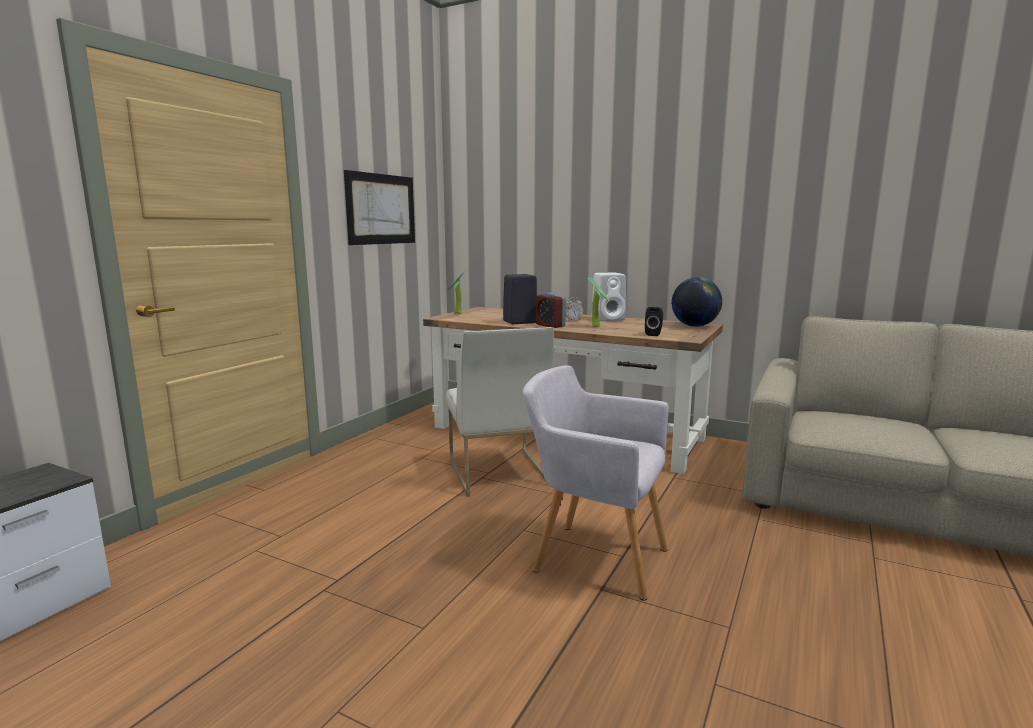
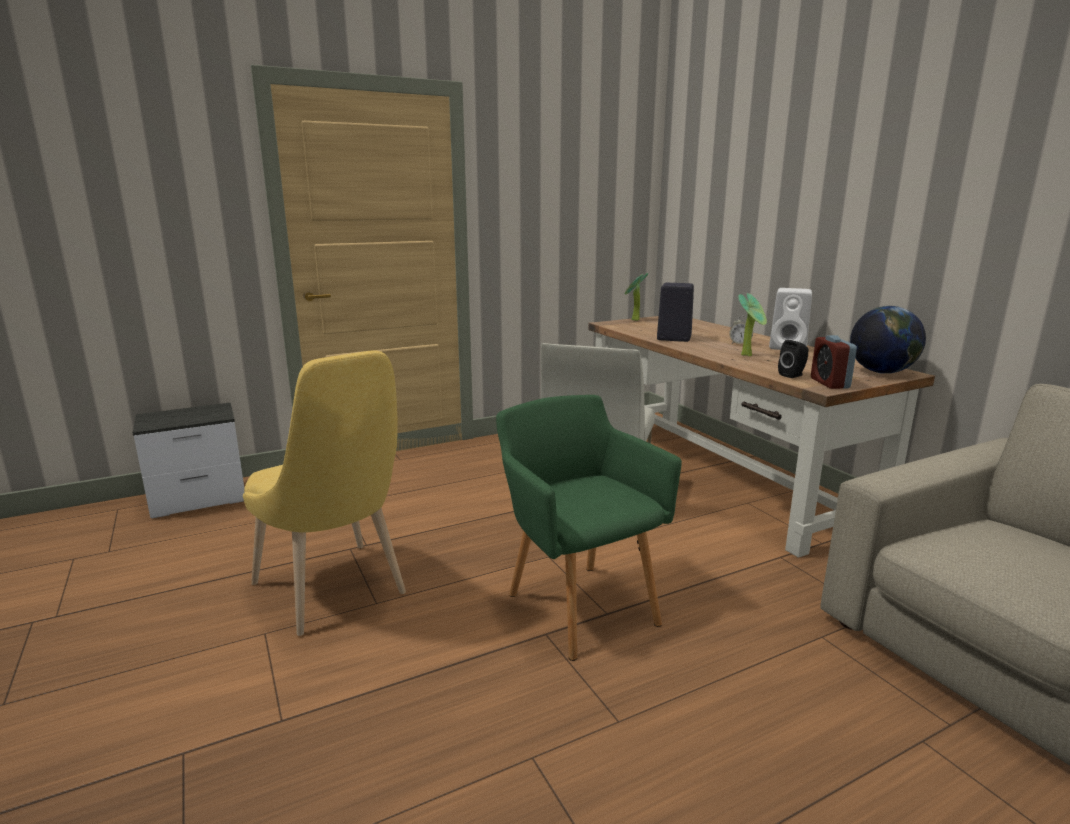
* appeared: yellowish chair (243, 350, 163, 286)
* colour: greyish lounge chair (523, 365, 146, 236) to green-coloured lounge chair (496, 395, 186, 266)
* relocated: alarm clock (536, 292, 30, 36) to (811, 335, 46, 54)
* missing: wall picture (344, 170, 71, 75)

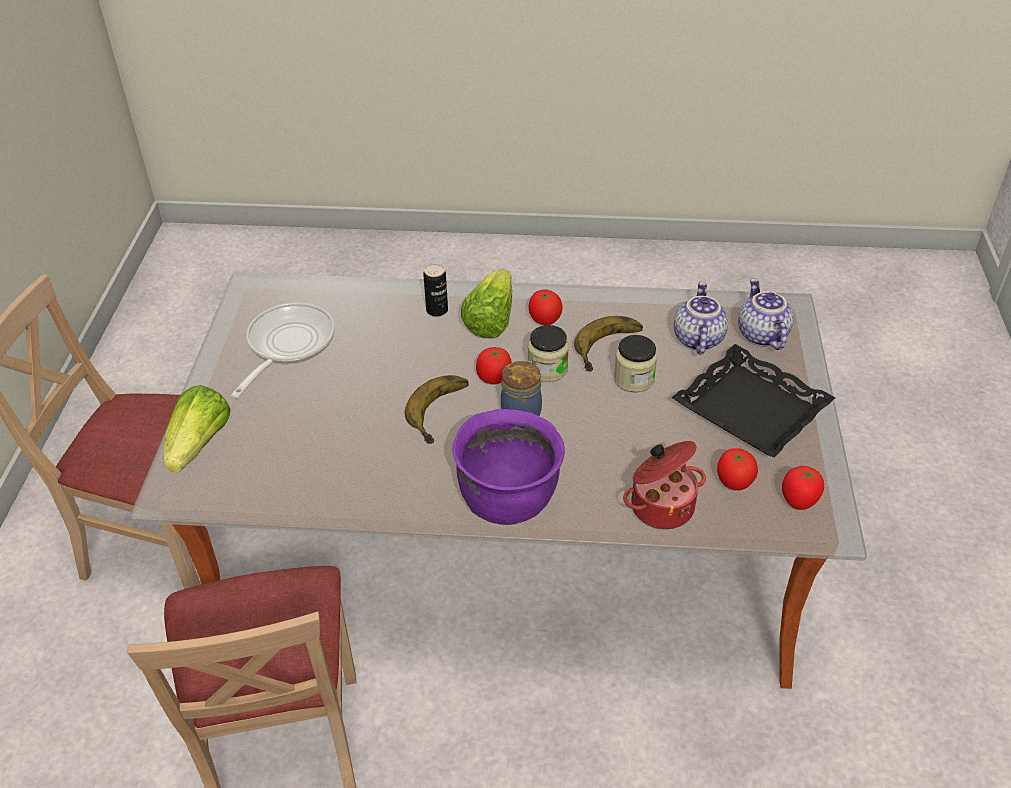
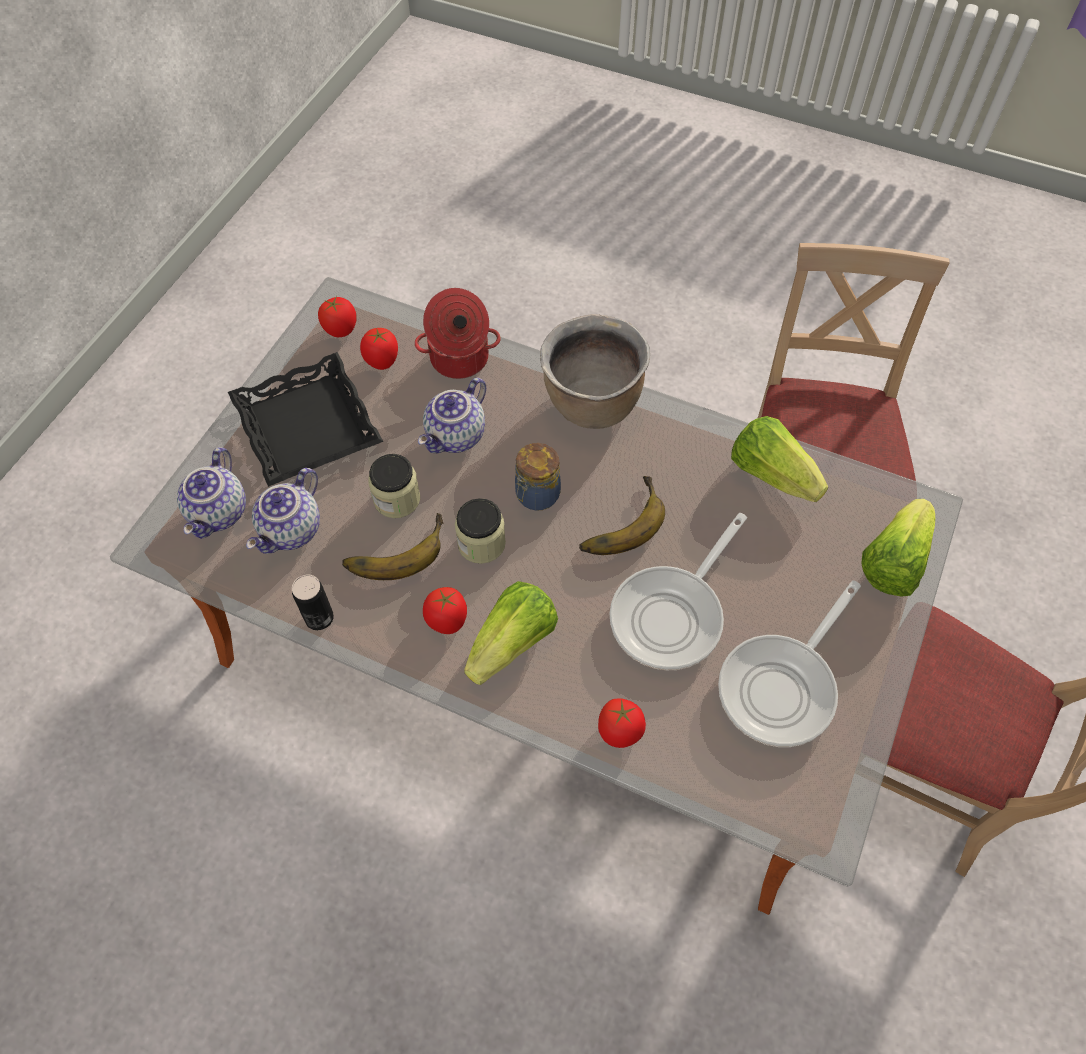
* relocated: metal can (423, 264, 25, 53) to (292, 574, 42, 56)
* appeared: tea pot (418, 378, 68, 75)
* colour: purple-coloured saucepot (452, 409, 113, 116) to brown saucepot (540, 314, 110, 115)
* relocated: fresh tomato (476, 347, 36, 37) to (598, 698, 48, 50)
* appeared: pan (610, 513, 137, 157)
* appeared: lettuce head (731, 416, 97, 86)

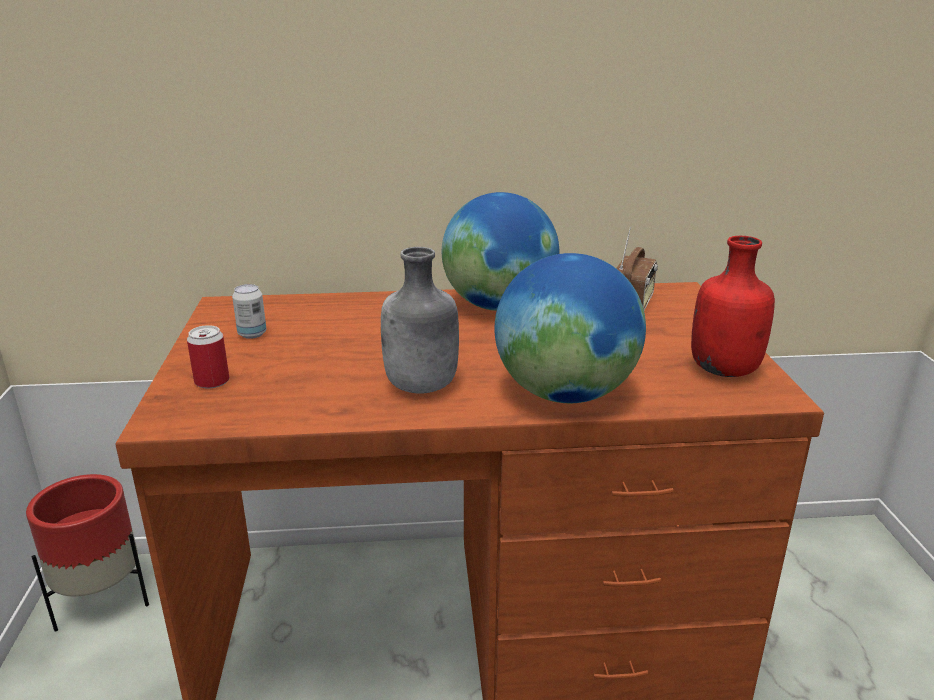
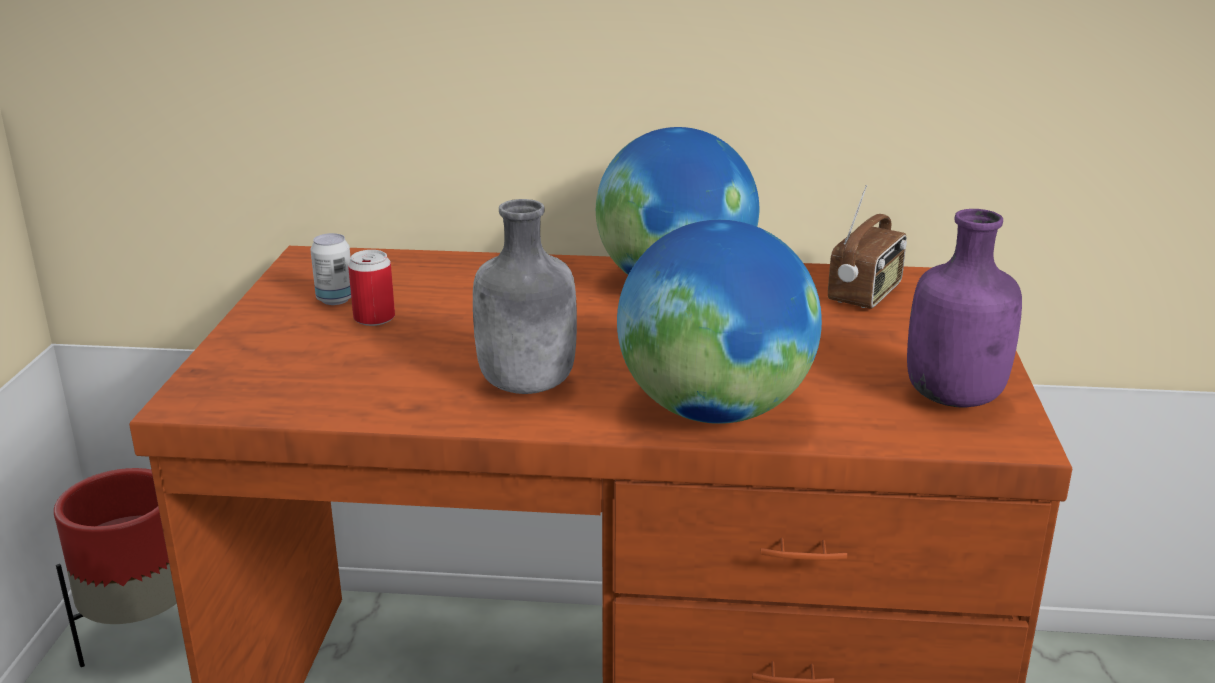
* relocated: metal can (187, 325, 42, 64) to (348, 250, 47, 76)
* colour: reddish beverage bottle (691, 236, 84, 141) to purple-coloured beverage bottle (907, 209, 115, 198)

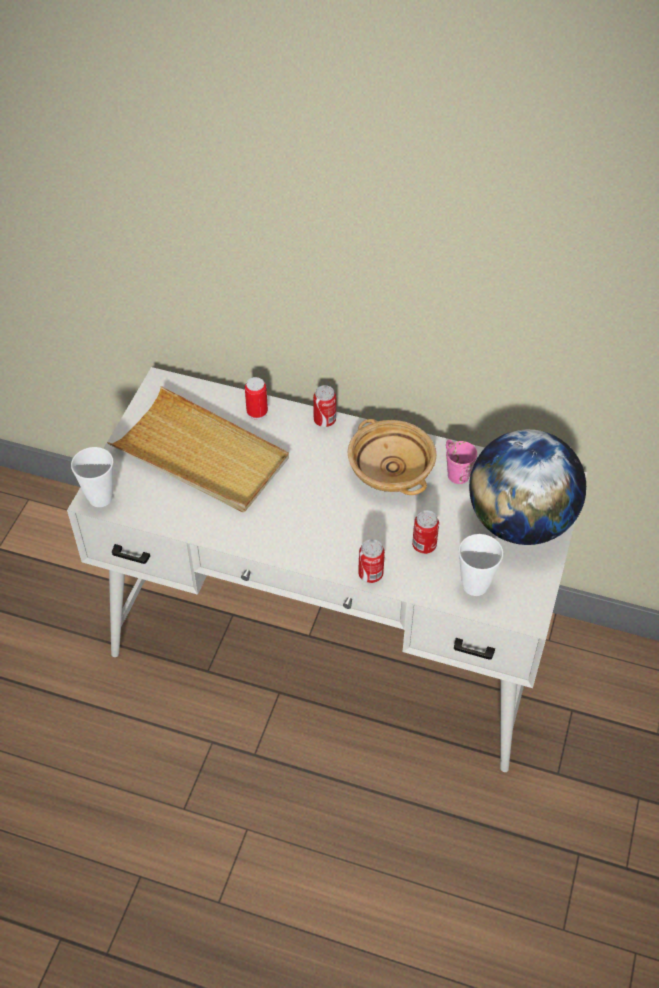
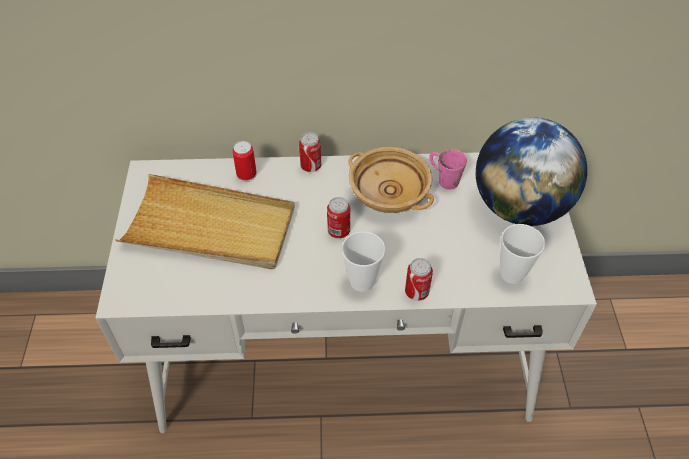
* relocated: metal can (412, 510, 27, 44) to (327, 197, 23, 41)
* relocated: cup (71, 447, 42, 60) to (342, 231, 43, 61)

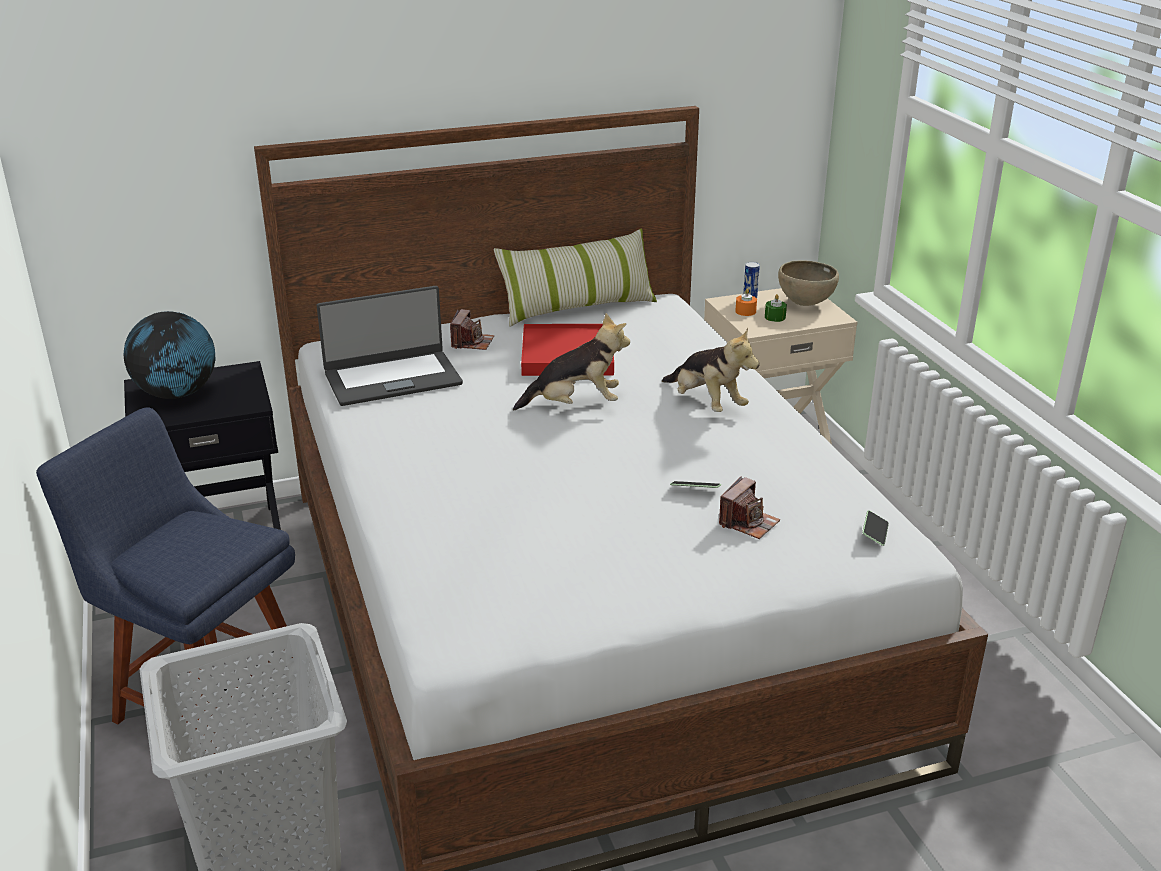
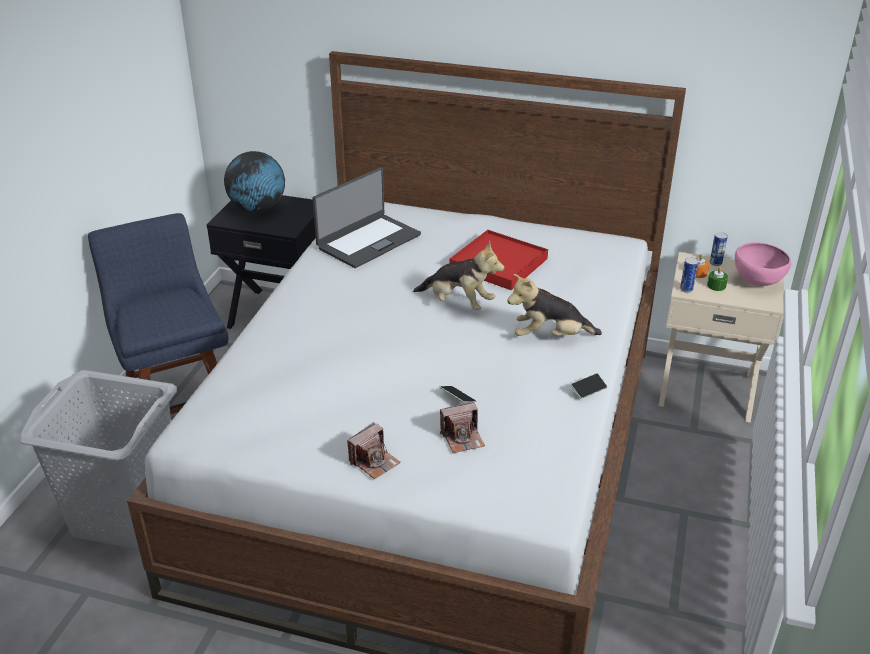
* spun: laptop (317, 286, 146, 120) = (313, 167, 108, 101) 60 degrees counterclockwise
* relocated: photo camera (450, 309, 44, 41) to (347, 422, 54, 57)
* spun: cuddly toy (662, 328, 98, 84) = (507, 274, 95, 62) 90 degrees clockwise
* relocated: telephone (862, 511, 27, 35) to (571, 373, 36, 26)
* appeared: metal can (680, 257, 18, 36)
* colour: brown serving bowl (778, 260, 61, 46) to pinkish serving bowl (735, 242, 56, 44)
* missing: cushion (494, 228, 163, 99)

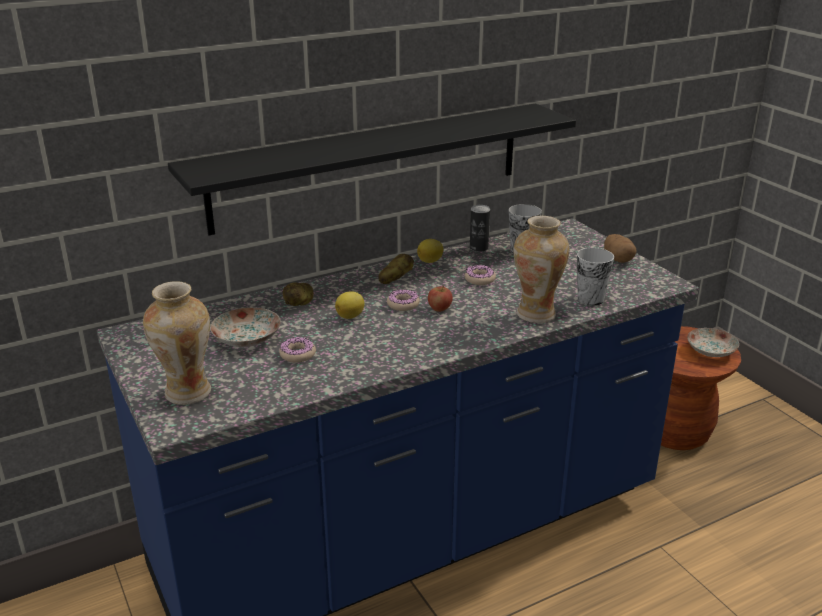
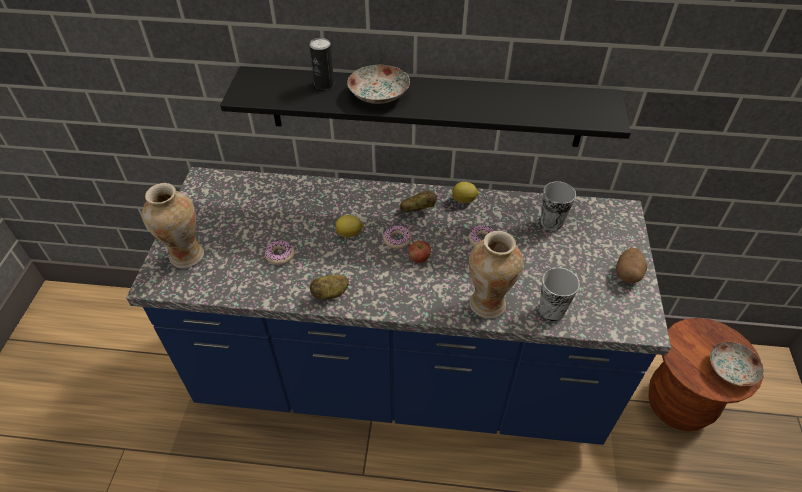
* relocated: metal can (470, 205, 20, 47) to (309, 38, 25, 52)
* relocated: potato (282, 283, 32, 23) to (310, 275, 39, 25)
* relocated: plate (210, 307, 71, 40) to (347, 65, 63, 39)

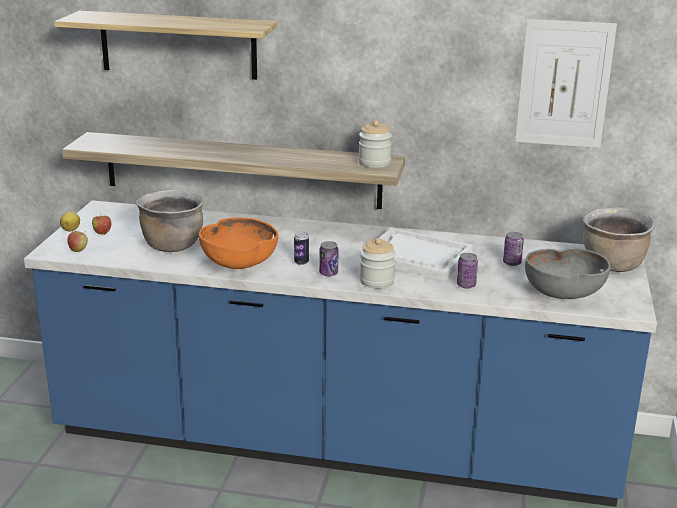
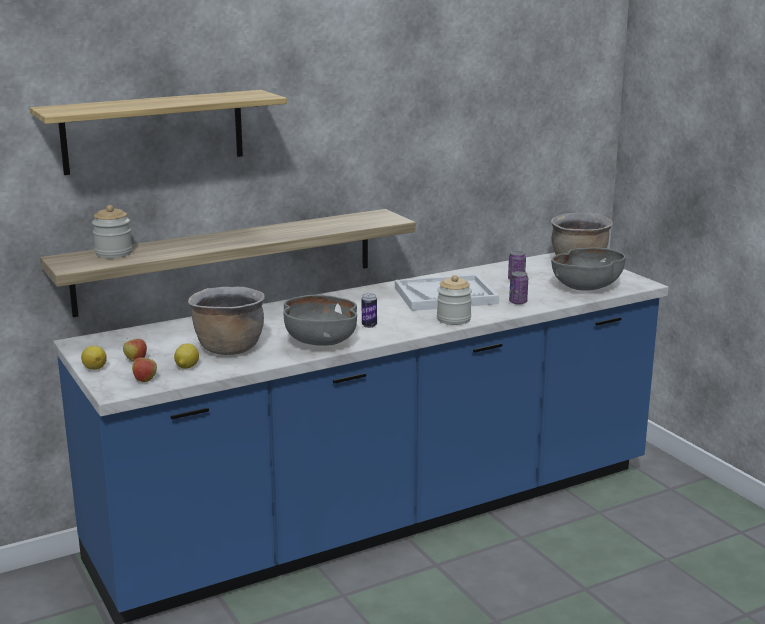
* relocated: storage jar (359, 120, 33, 48) to (92, 205, 40, 53)
* appeared: citrus fruit (174, 344, 25, 25)
* colour: orangey serving bowl (199, 217, 80, 52) to greyish serving bowl (283, 295, 74, 51)
* missing: metal can (319, 241, 19, 35)
* missing: wall picture (515, 19, 102, 129)

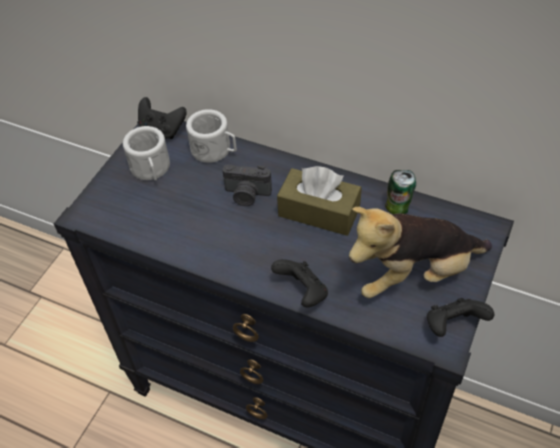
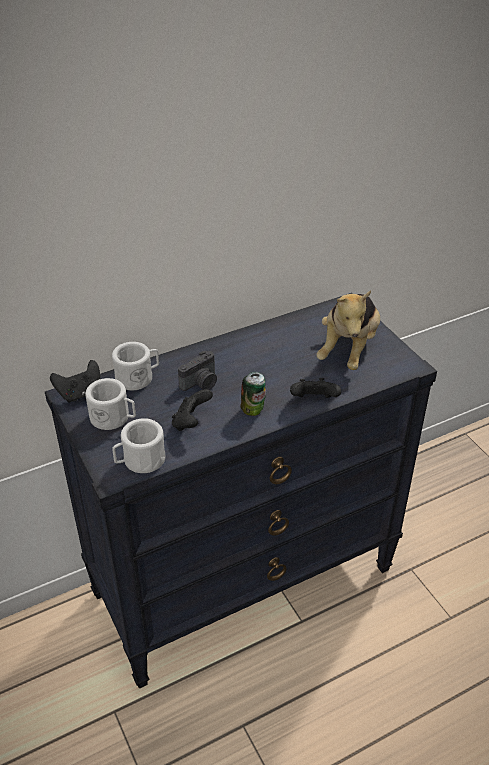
* appeared: white mug (112, 418, 53, 55)
* relocated: black-coloured game controller (427, 298, 67, 39) to (172, 389, 41, 42)
* relocated: metal can (385, 170, 31, 44) to (241, 372, 25, 44)
* missing: brown tissue box (277, 166, 85, 70)

